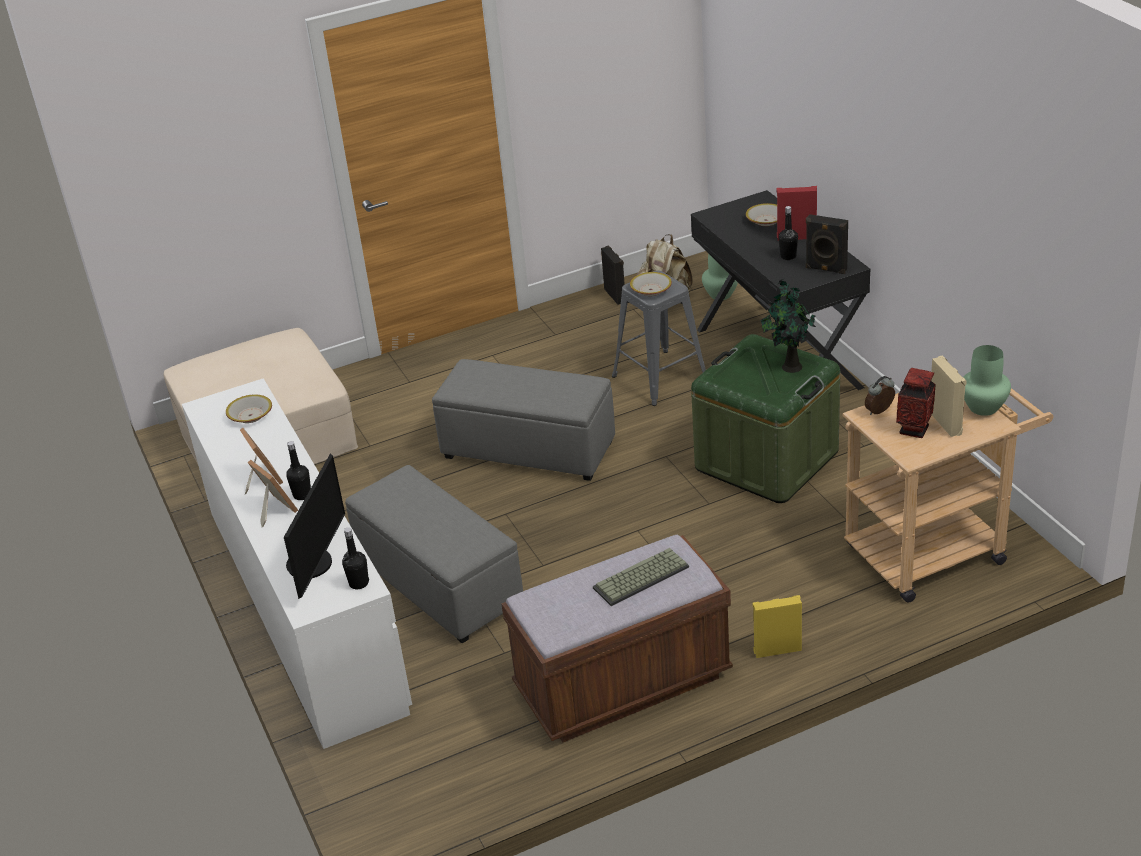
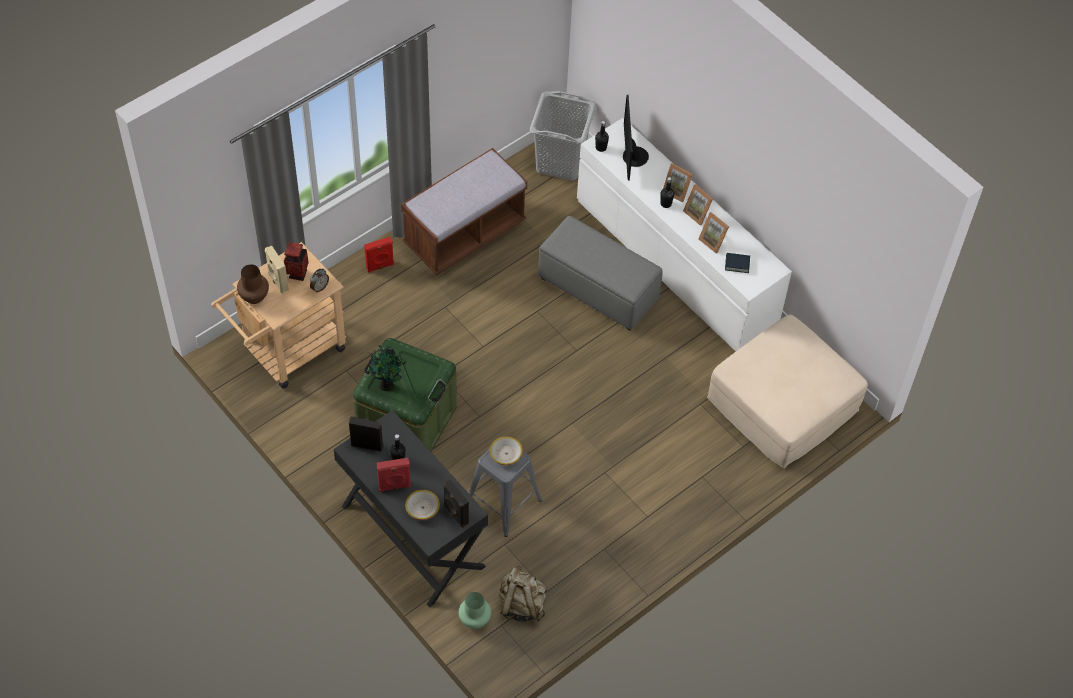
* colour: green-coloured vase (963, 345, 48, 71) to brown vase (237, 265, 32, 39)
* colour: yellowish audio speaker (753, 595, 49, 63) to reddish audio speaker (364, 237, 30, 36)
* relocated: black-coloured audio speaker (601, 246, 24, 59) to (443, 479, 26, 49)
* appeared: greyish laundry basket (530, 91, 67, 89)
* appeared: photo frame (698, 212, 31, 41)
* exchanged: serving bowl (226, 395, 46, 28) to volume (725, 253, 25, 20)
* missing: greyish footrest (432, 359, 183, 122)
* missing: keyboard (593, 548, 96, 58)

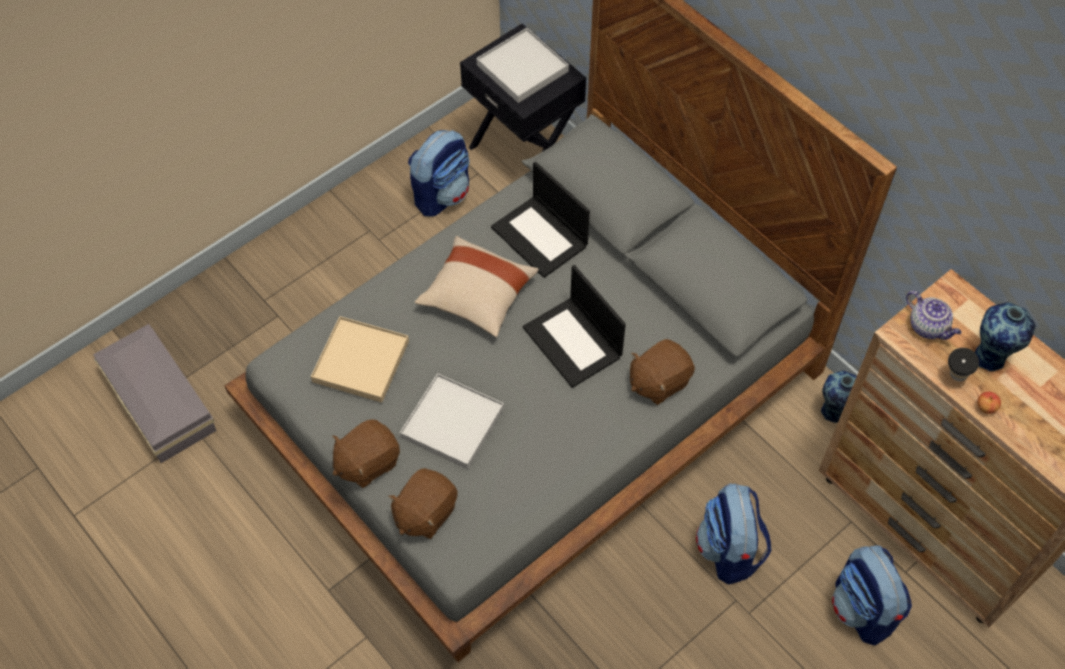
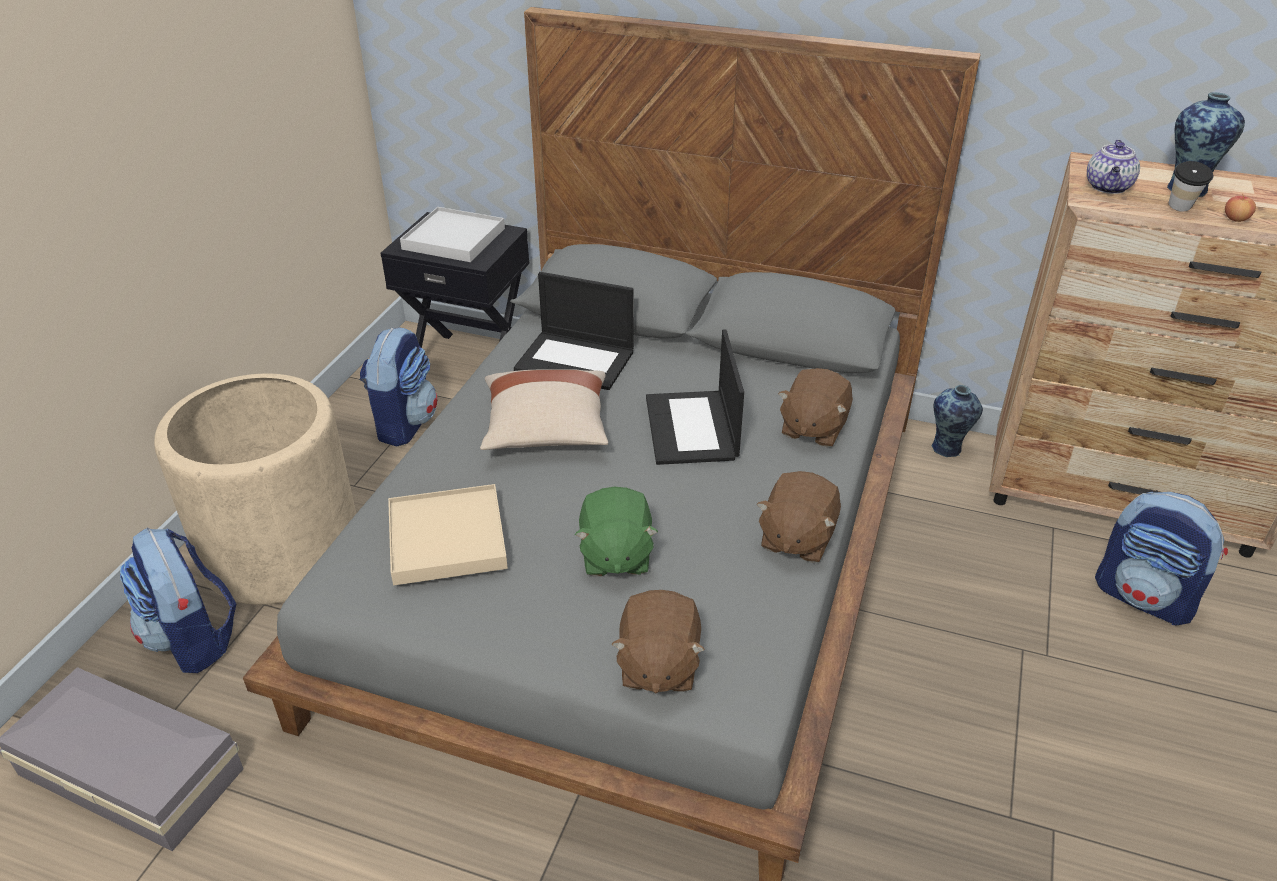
* relocated: knapsack (696, 484, 76, 100) to (120, 528, 116, 145)
* appeared: beige-coloured planter (154, 373, 202, 232)
* exchanged: white carrying tray (400, 373, 104, 96) to green-coloured cuddly toy (575, 486, 83, 90)
* spun: laptop (523, 265, 103, 123) = (646, 329, 98, 136) 60 degrees clockwise
* relocated: brown cuddly toy (332, 419, 68, 69) to (757, 471, 84, 92)
* spun: tea pot (906, 291, 56, 49) = (1087, 140, 53, 54) 90 degrees clockwise

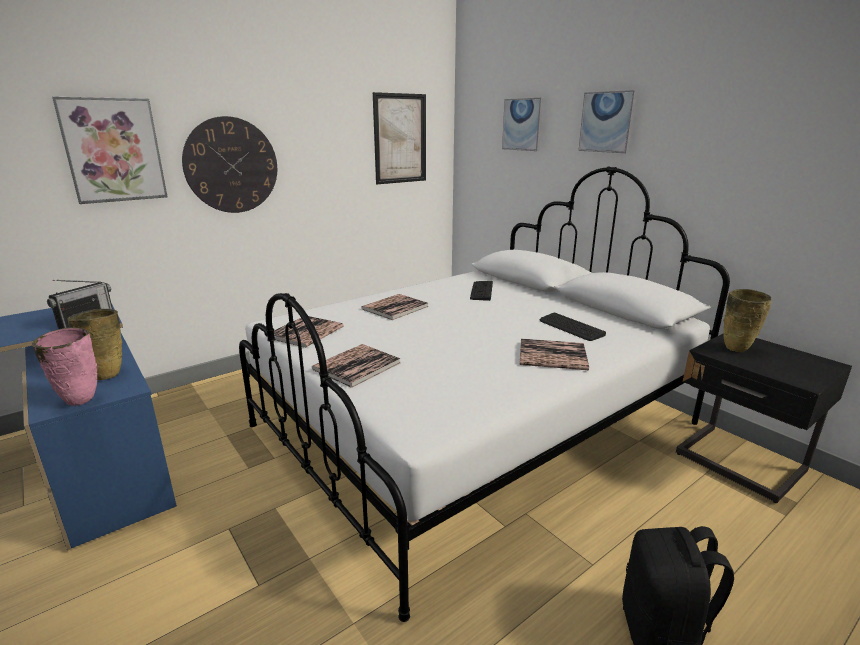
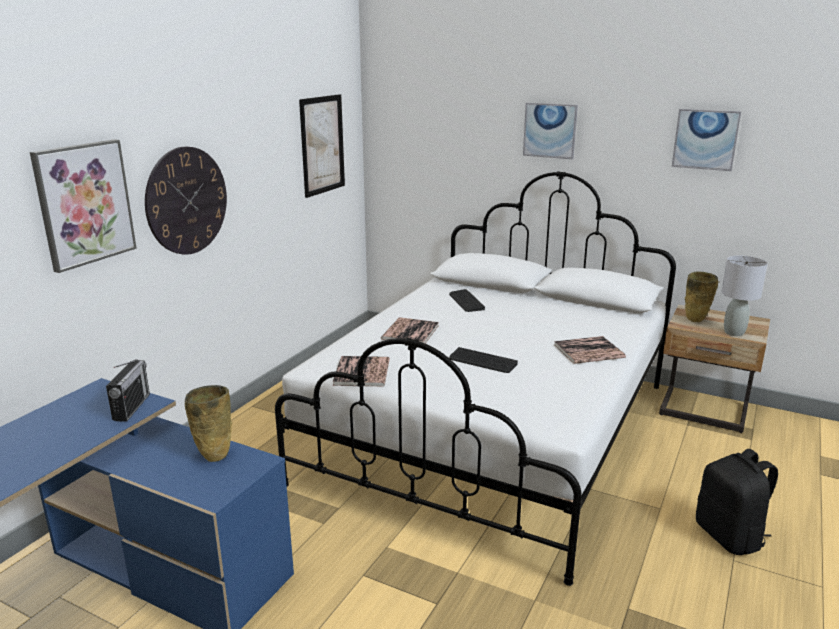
* relocated: keyboard (540, 313, 66, 28) to (449, 347, 69, 26)
* colour: black-coloured bedside table (676, 333, 176, 170) to beige-coloured bedside table (659, 305, 111, 128)
* relocated: wall picture (502, 98, 41, 53) to (672, 109, 69, 62)
* appeared: greyish tabletop lamp (721, 255, 47, 81)
* missing: pinkish vase (32, 328, 65, 78)
* missing: volume (312, 344, 89, 44)

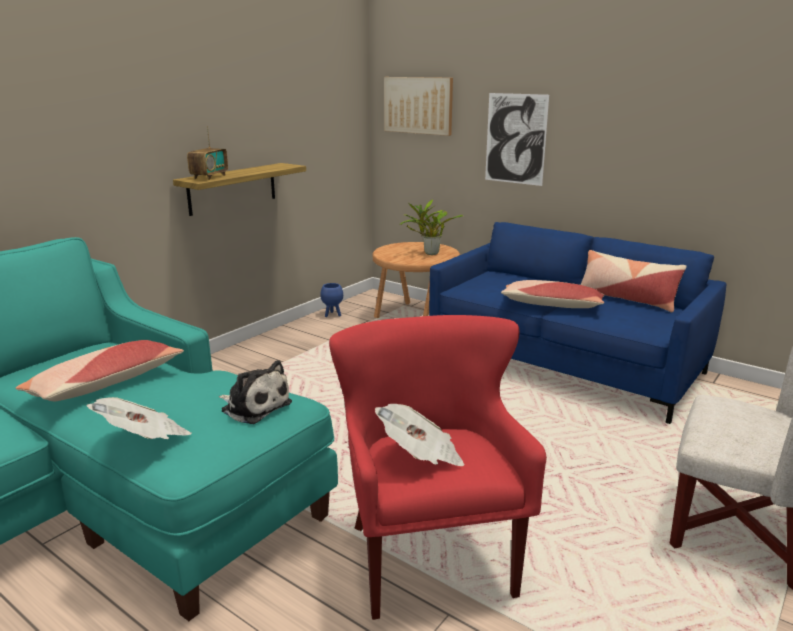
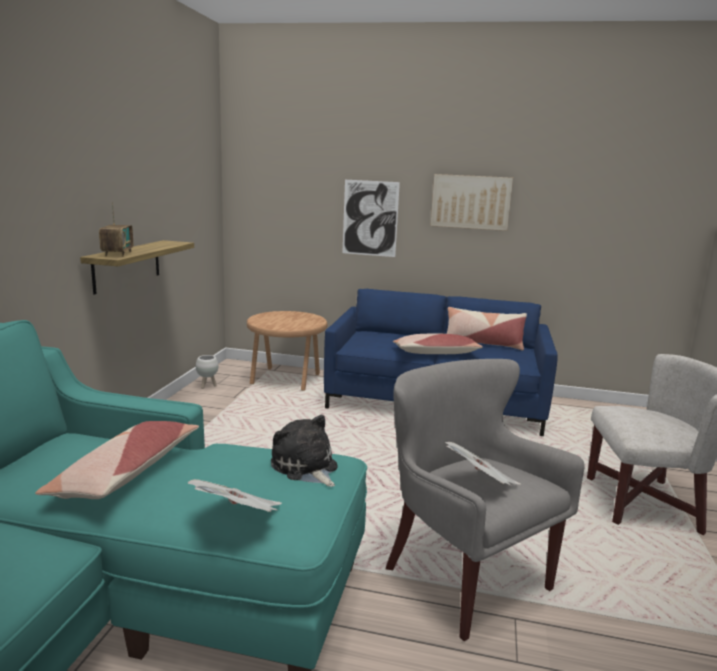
* colour: blue-coloured planter (320, 283, 23, 34) to white planter (196, 355, 22, 34)
* spun: cuddly toy (219, 360, 73, 64) = (271, 415, 67, 72) 135 degrees counterclockwise
* colour: reddish lounge chair (329, 315, 218, 305) to greyish lounge chair (386, 359, 199, 282)
* relocated: wall picture (384, 77, 69, 59) to (430, 174, 83, 57)
* missing: potted plant (400, 199, 64, 56)

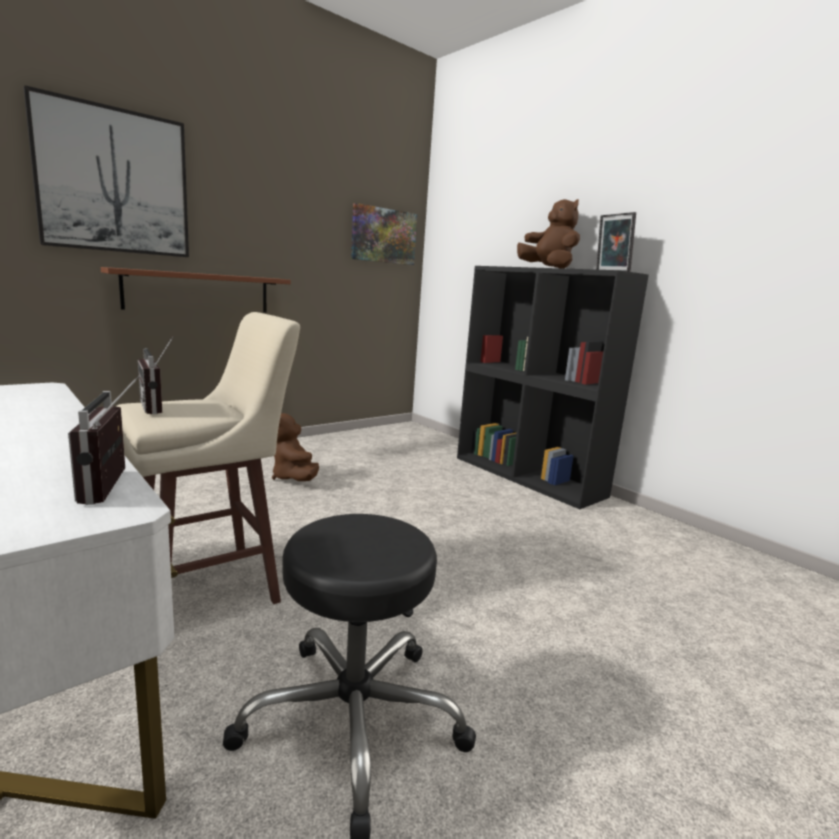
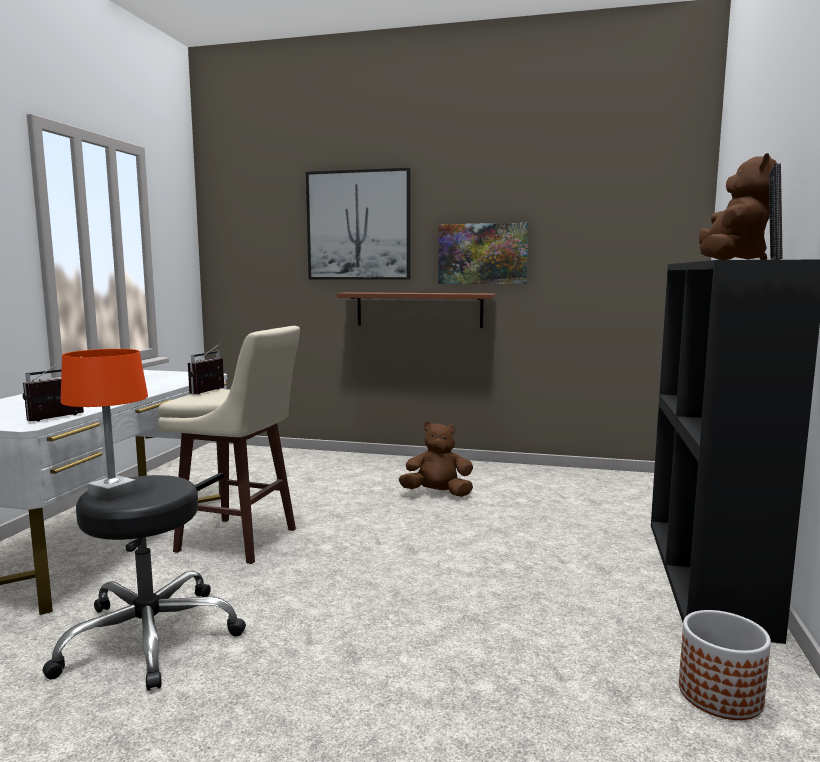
* appeared: orangey tabletop lamp (61, 349, 87, 151)
* spun: brown cuddly toy (272, 413, 47, 68) = (399, 421, 74, 76) 60 degrees clockwise
* relocated: wall picture (351, 203, 66, 62) to (438, 223, 91, 61)
* appeared: planter (679, 610, 92, 110)

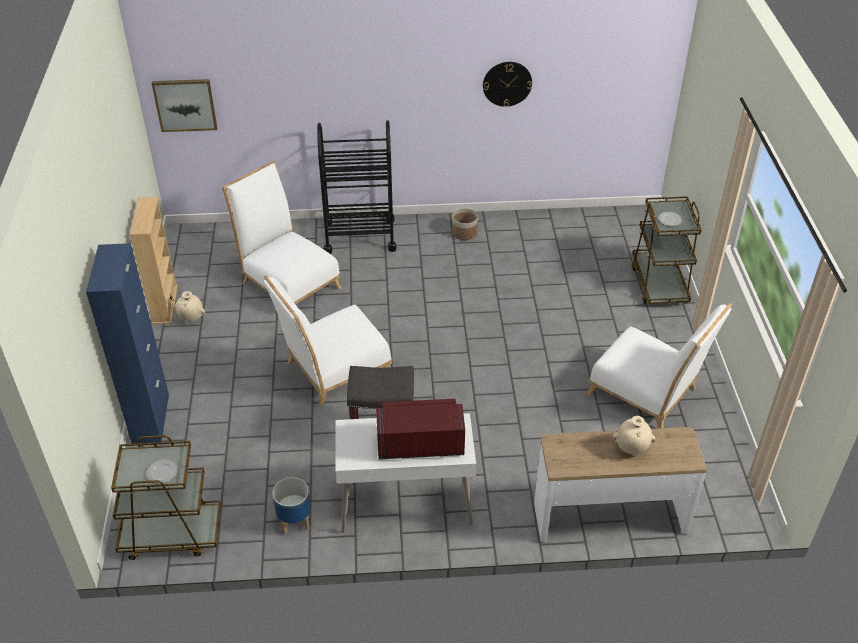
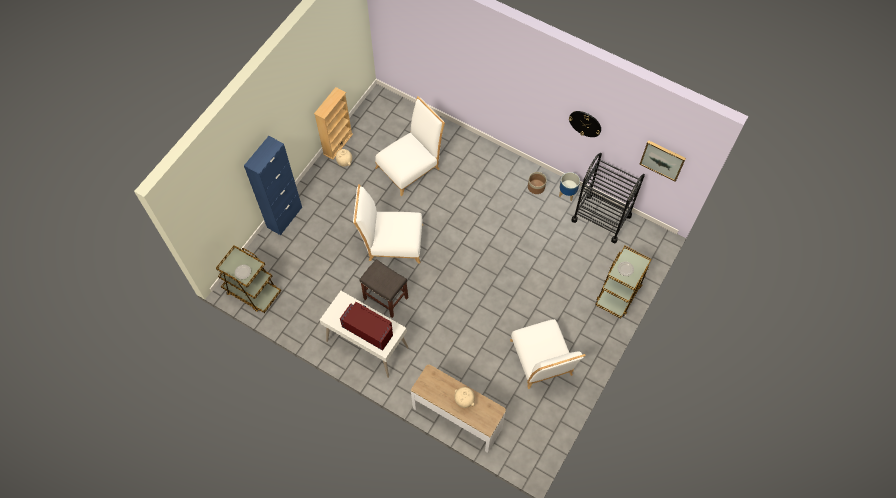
* spun: white chair (222, 161, 120, 143) = (375, 96, 70, 100) 60 degrees clockwise
* relocated: planter (272, 477, 39, 57) to (559, 172, 21, 29)
* relocated: black-coloured trolley (317, 120, 80, 134) to (571, 153, 74, 90)
* relocated: wall picture (151, 79, 66, 53) to (640, 140, 46, 42)

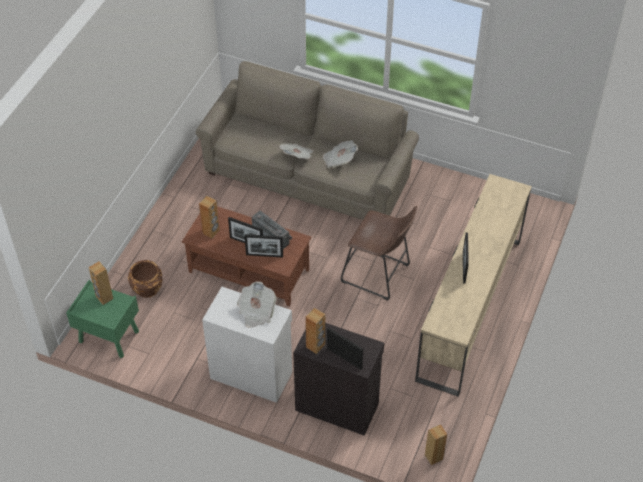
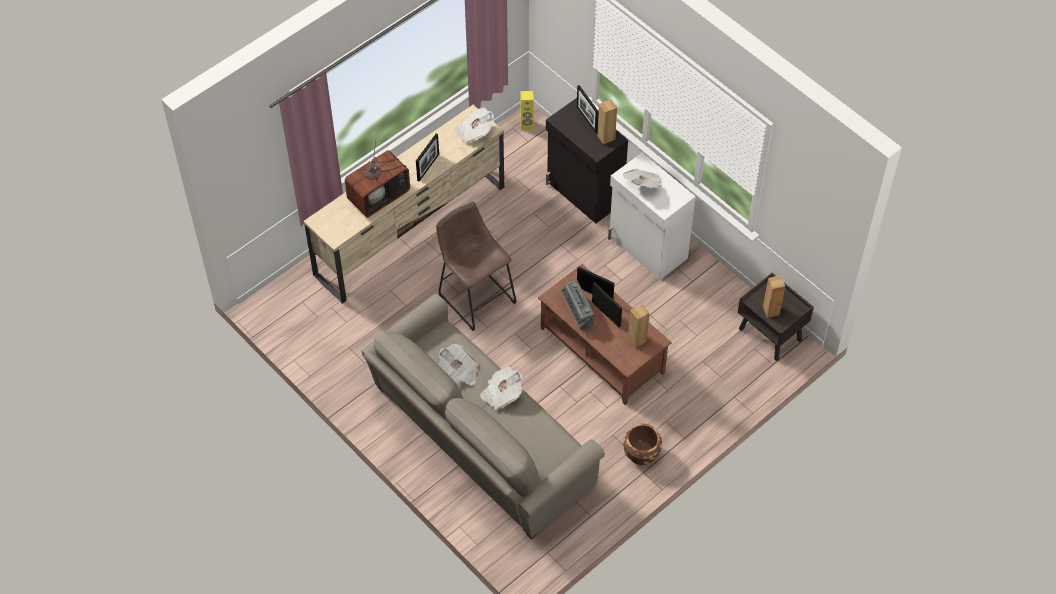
* appeared: TV set (345, 140, 65, 78)
* appeared: newspaper (454, 108, 40, 36)
* colour: brown audio speaker (425, 424, 22, 41) to yellowish audio speaker (520, 91, 14, 39)
* relocated: brown planter (128, 260, 34, 38) to (623, 423, 39, 42)
* colour: green-coloured bedside table (66, 280, 73, 78) to brown bedside table (738, 273, 76, 88)

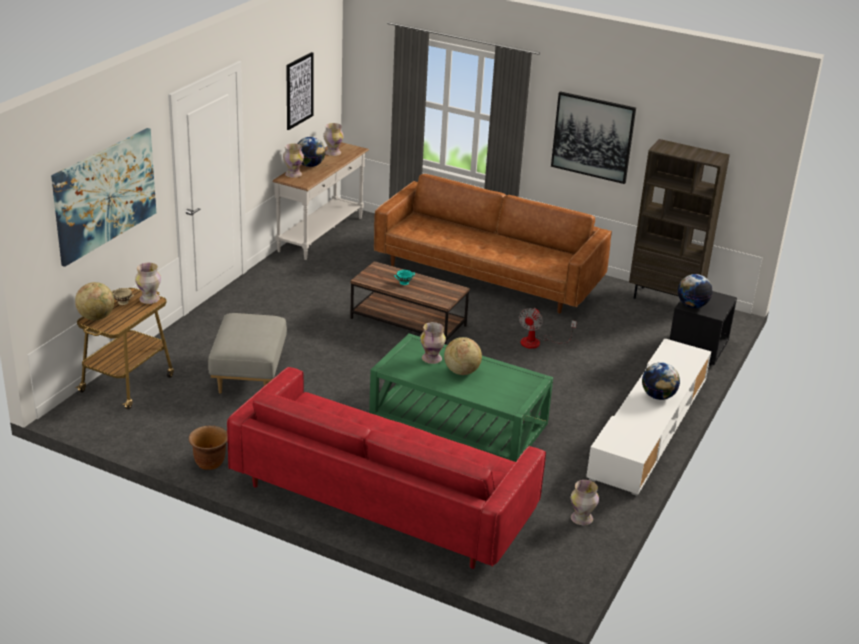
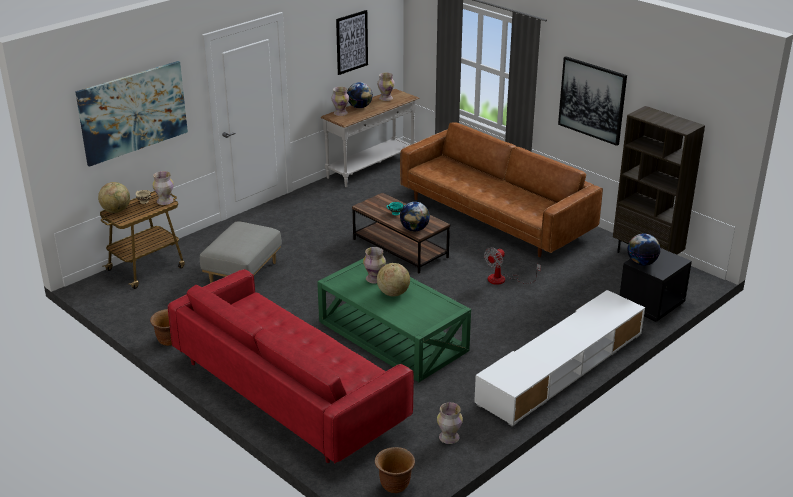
* appeared: brown planter (375, 447, 40, 46)
* relocated: globe (642, 362, 38, 38) to (400, 202, 30, 29)

